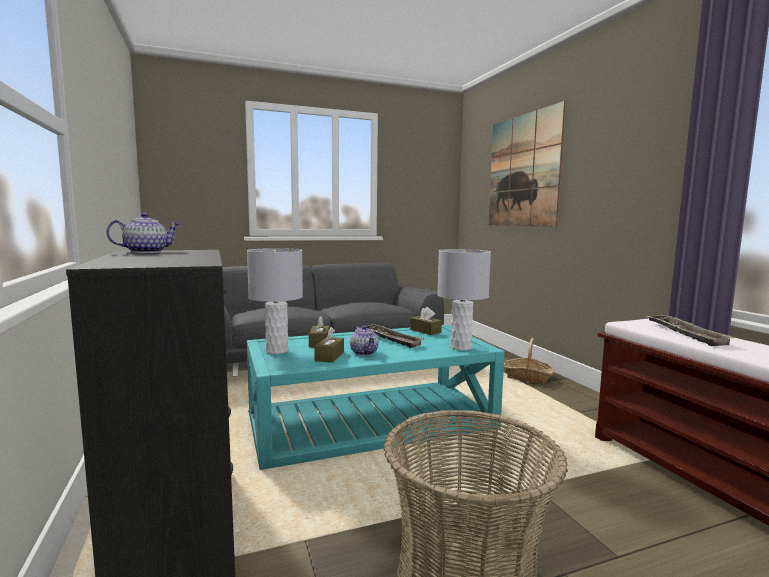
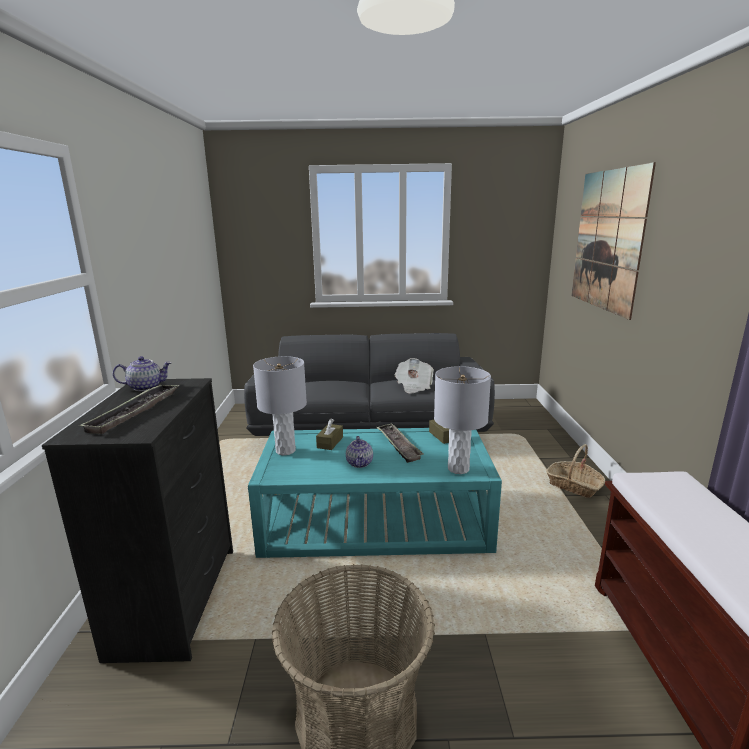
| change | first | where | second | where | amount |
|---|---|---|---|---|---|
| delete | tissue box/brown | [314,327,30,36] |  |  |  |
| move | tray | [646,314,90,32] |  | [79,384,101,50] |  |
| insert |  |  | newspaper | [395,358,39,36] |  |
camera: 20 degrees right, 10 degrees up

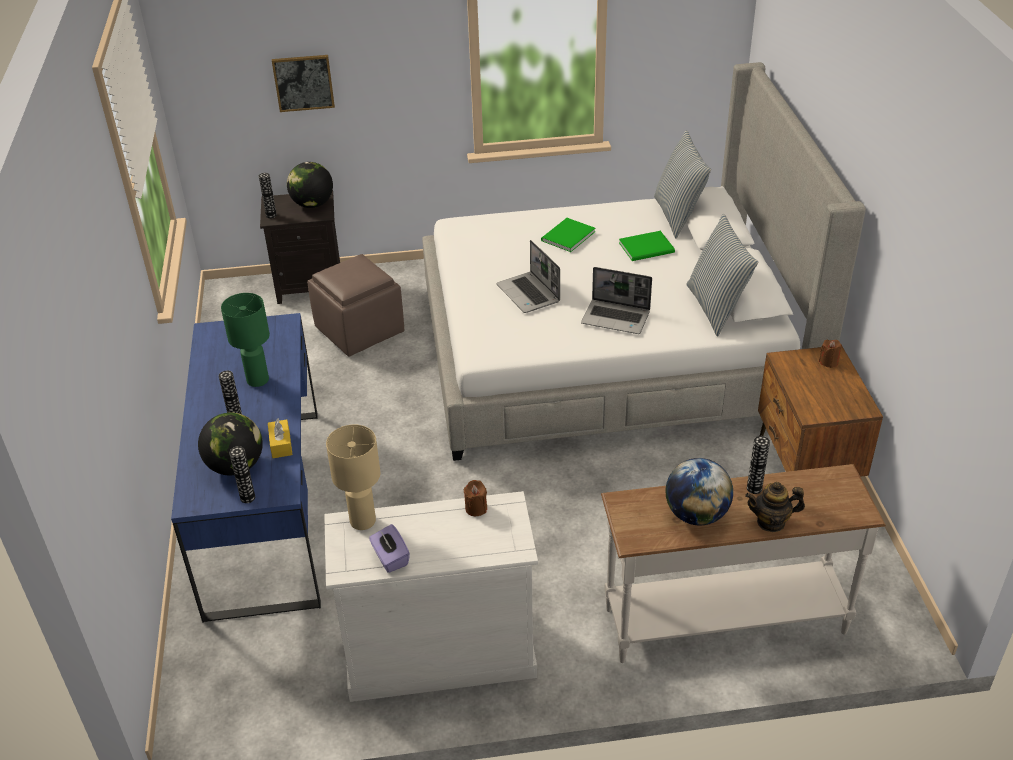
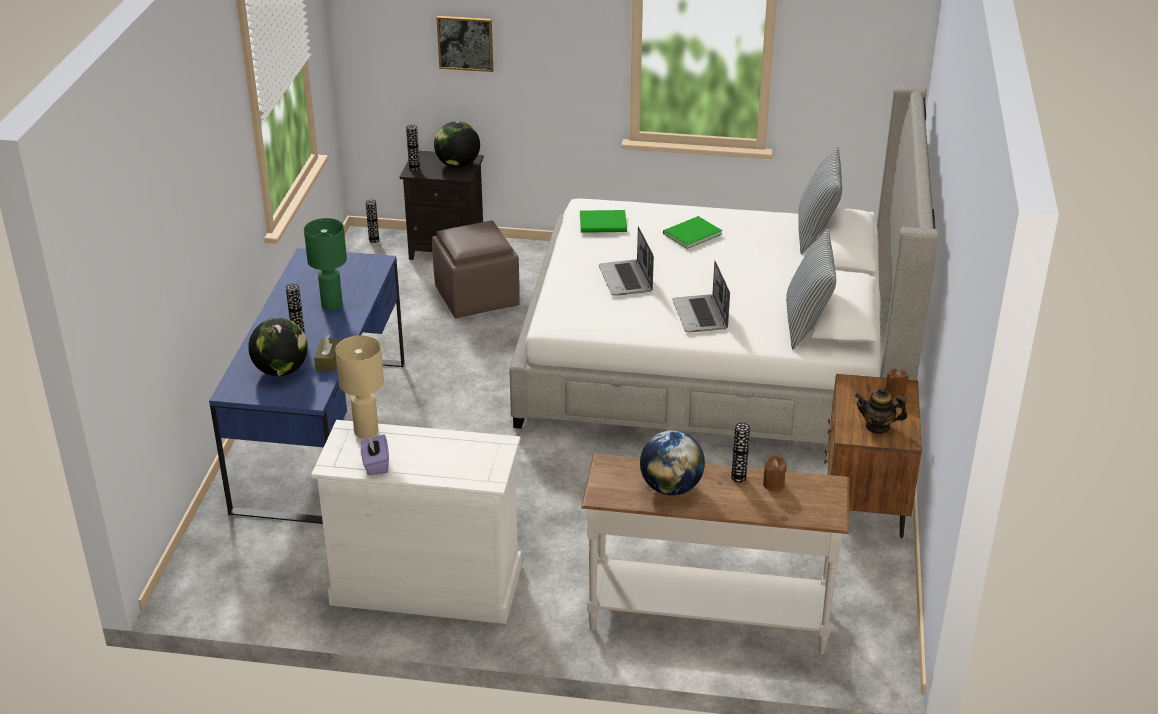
| change | first | where | second | where | amount |
|---|---|---|---|---|---|
| move | vase | [229,446,26,57] |  | [366,199,13,44] |  |
| recolor | tissue box/yellow | [268,418,24,40] | tissue box/brown | [314,335,26,36] |  |
| move | candle/brown | [464,480,23,36] |  | [763,455,24,36] |  |
| rotate | laptop | [581,267,71,67] |  | [672,261,58,71] | 45 degrees clockwise |
| move | book/green | [619,231,56,30] |  | [580,210,47,23] |  |
| move | teapot | [745,482,60,50] |  | [855,387,52,47] |  |
camera: 15 degrees right, 5 degrees down

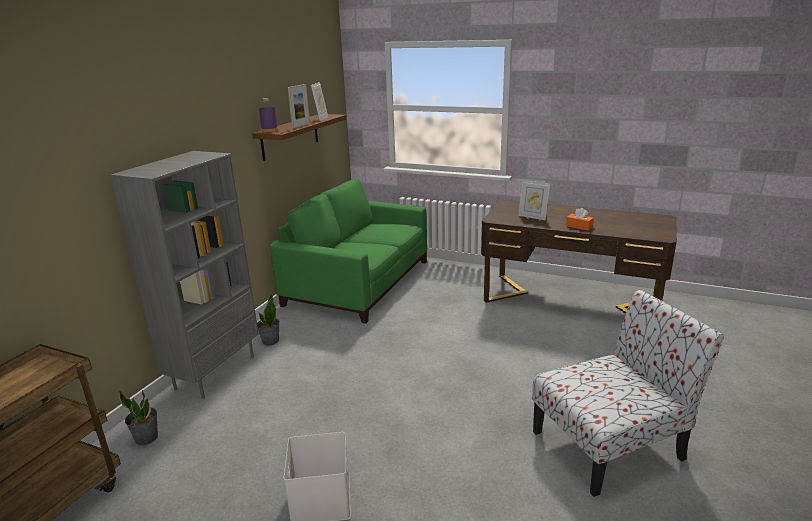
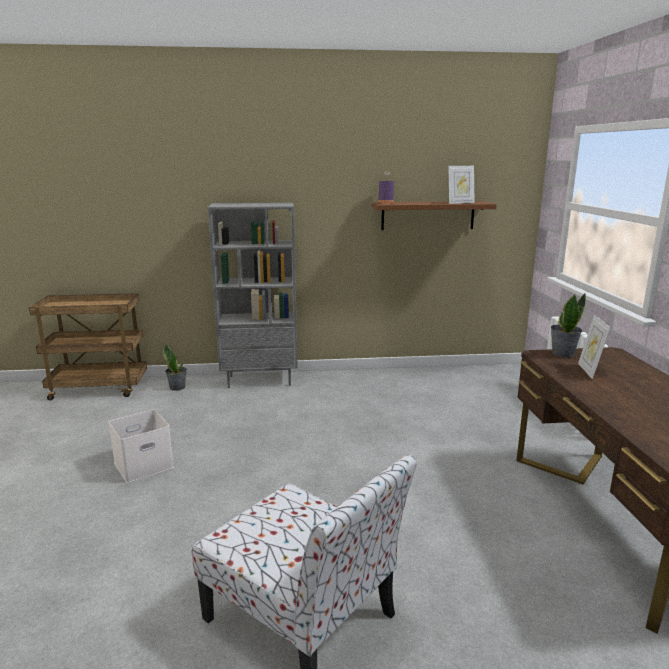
| change | first | where | second | where | amount |
|---|---|---|---|---|---|
| move | potted plant | [257,294,23,51] |  | [551,293,35,65] |  |
| delete | sofa/green | [270,179,157,145] |  |  |  |
| delete | picture frame | [288,84,22,45] |  |  |  |
| delete | tissue box/orange | [566,208,28,23] |  |  |  |
camera: 60 degrees right, 5 degrees down

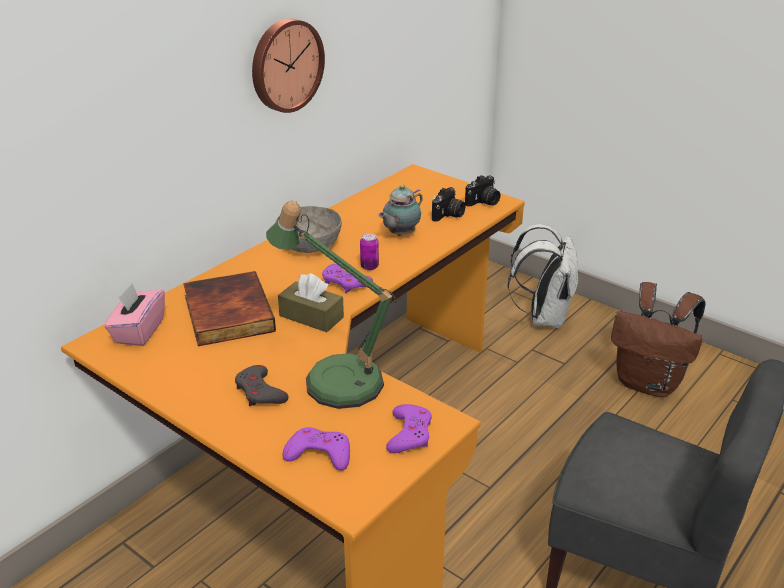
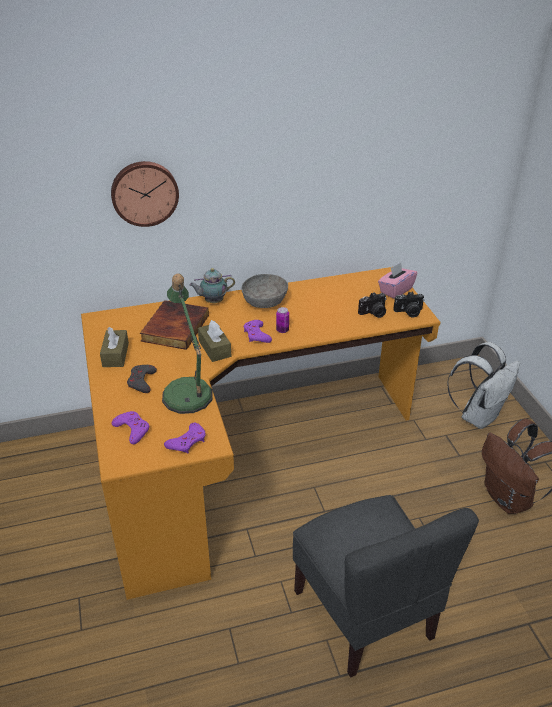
| change | first | where | second | where | amount |
|---|---|---|---|---|---|
| move | tissue box/pink | [104,283,61,63] |  | [378,263,39,36] |  |
| move | wall clock | [252,18,73,95] |  | [111,161,68,66] |  |
| move | teapot | [378,185,45,51] |  | [189,268,46,35] |  |
| insert |  |  | tissue box/brown | [100,327,29,40] |  |
camera: 35 degrees right, 5 degrees up

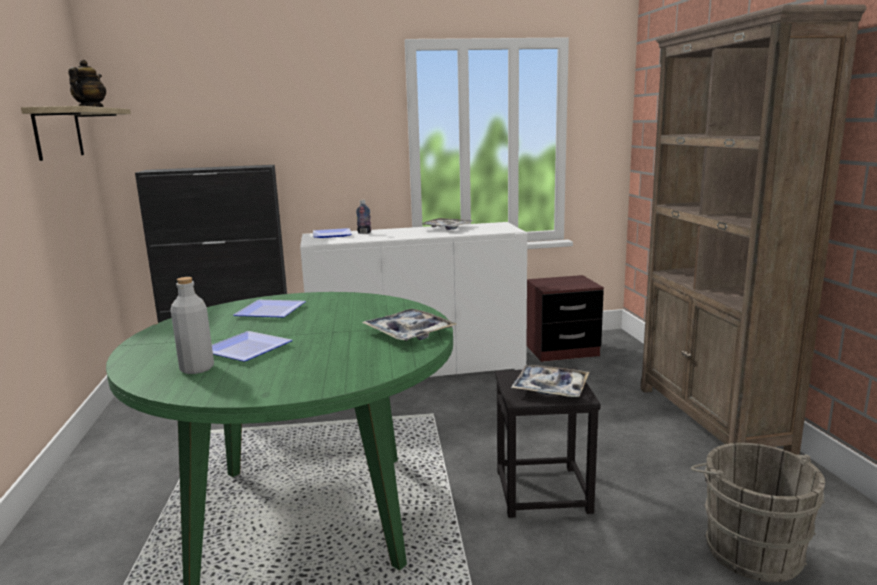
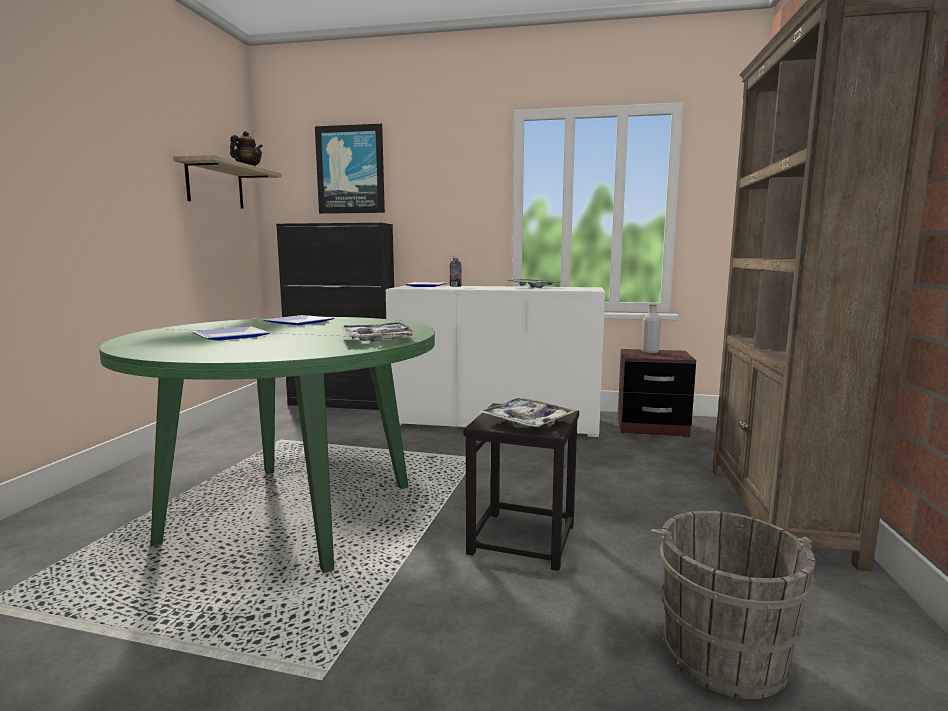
| change | first | where | second | where | amount |
|---|---|---|---|---|---|
| move | bottle/grey | [171,277,43,97] |  | [641,304,20,49] |  |
| insert |  |  | picture | [315,124,70,90] |  |
camera: 20 degrees right, 5 degrees down

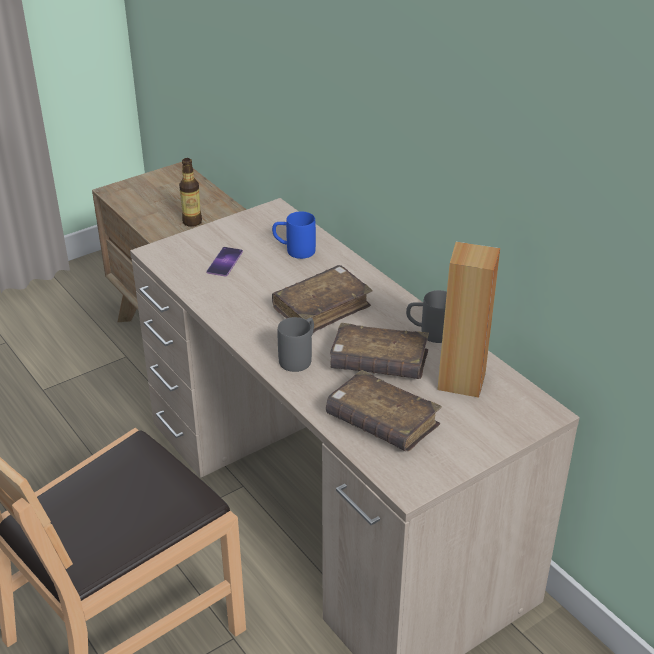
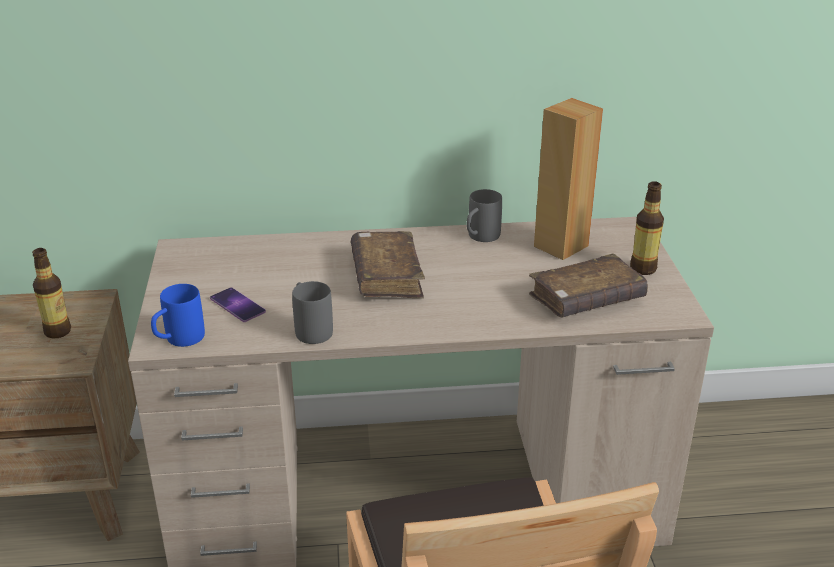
| change | first | where | second | where | amount |
|---|---|---|---|---|---|
| move | mug/blue | [272,211,44,48] |  | [151,284,54,63] |  |
| move | mug/grey | [278,317,36,55] |  | [292,281,41,63] |  |
| delete | book/brown | [330,323,99,56] |  |  |  |
| insert |  |  | bottle | [630,181,34,94] |  |
camera: 60 degrees left, 5 degrees down

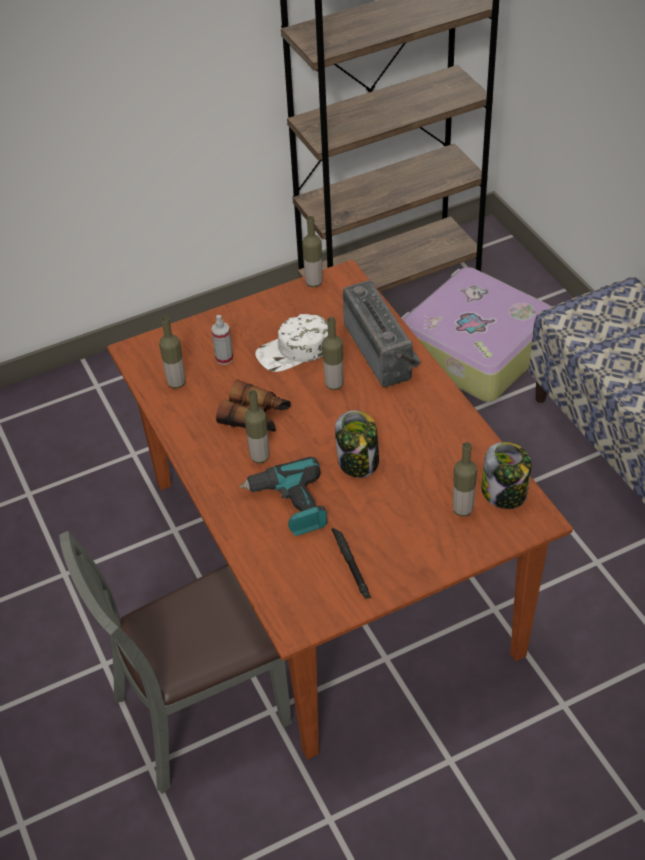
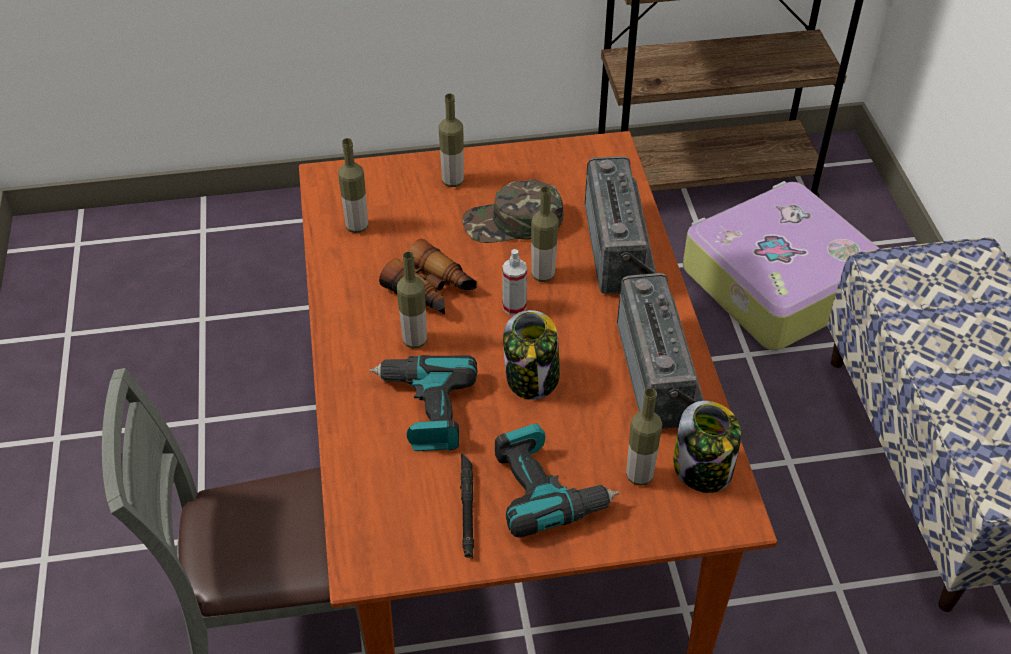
| change | first | where | second | where | amount |
|---|---|---|---|---|---|
| move | spray bottle | [211,315,22,50] |  | [502,249,25,66] |  |
| recolor | cap/white | [255,314,73,58] | cap/green | [462,179,101,64] |  |
| move | bottle | [302,216,21,71] |  | [439,93,25,94] |  |
| insert |  |  | power drill | [495,423,124,115] |  |
| insert |  |  | radio | [617,273,87,156] |  |
camera: 15 degrees right, 0 degrees up

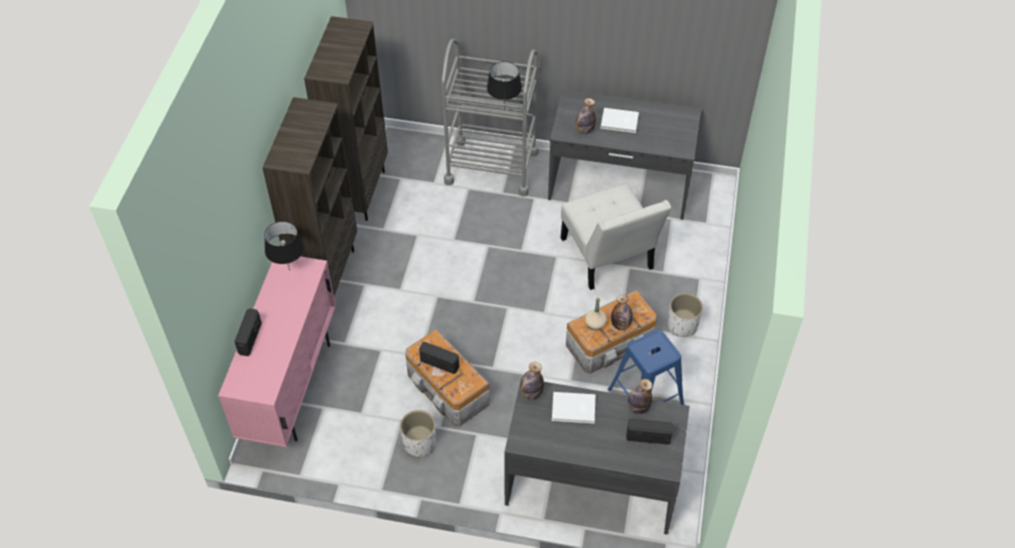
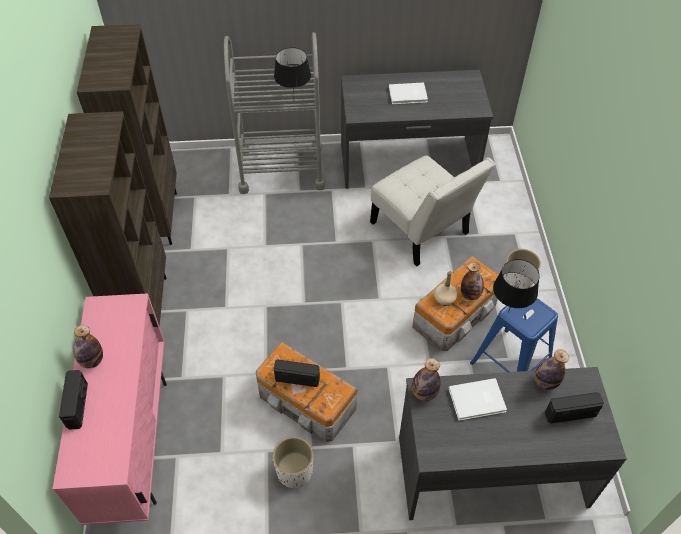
| change | first | where | second | where | amount |
|---|---|---|---|---|---|
| move | table lamp/black | [264,221,40,50] |  | [493,259,47,54] |  |
| move | bottle | [575,98,21,36] |  | [73,325,30,43] |  |
camera: 15 degrees left, 0 degrees up

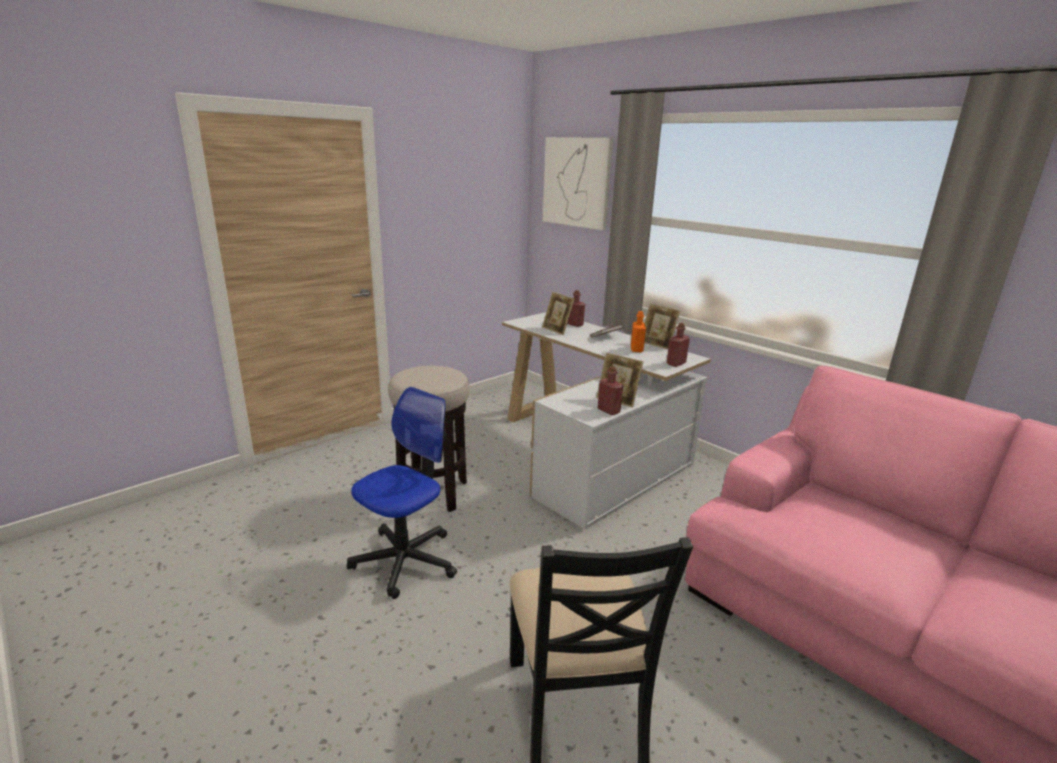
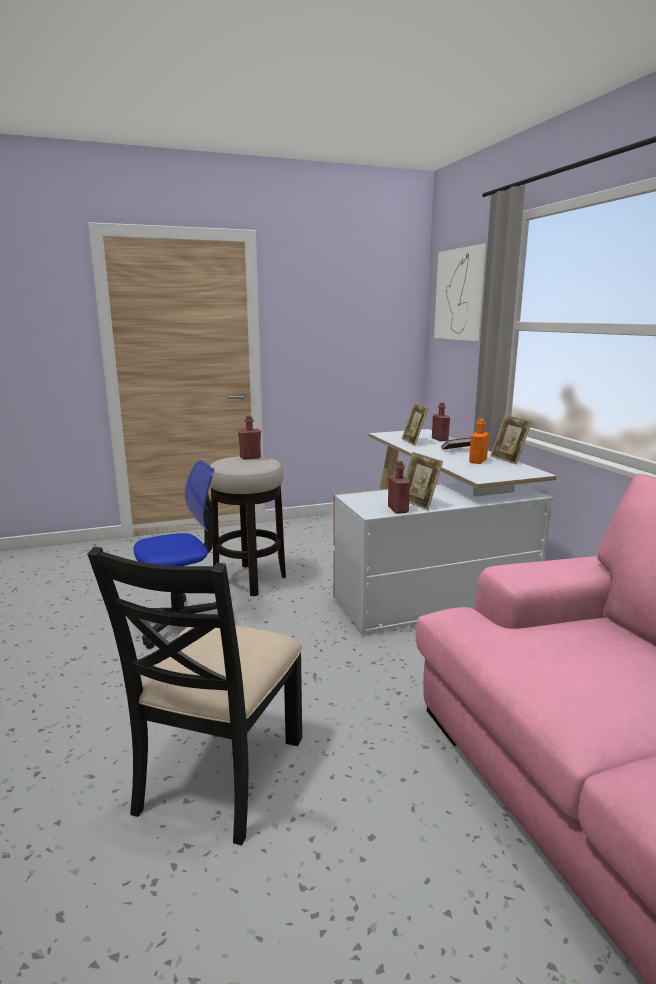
| change | first | where | second | where | amount |
|---|---|---|---|---|---|
| move | bottle/red | [667,323,23,44] |  | [238,416,23,44] |  |
camera: 25 degrees right, 5 degrees down

